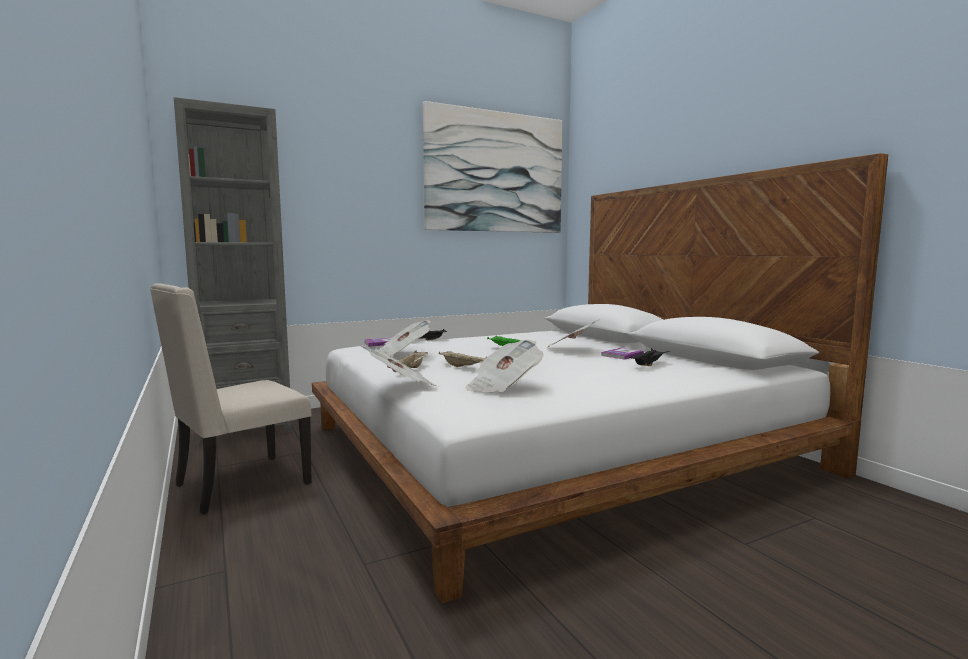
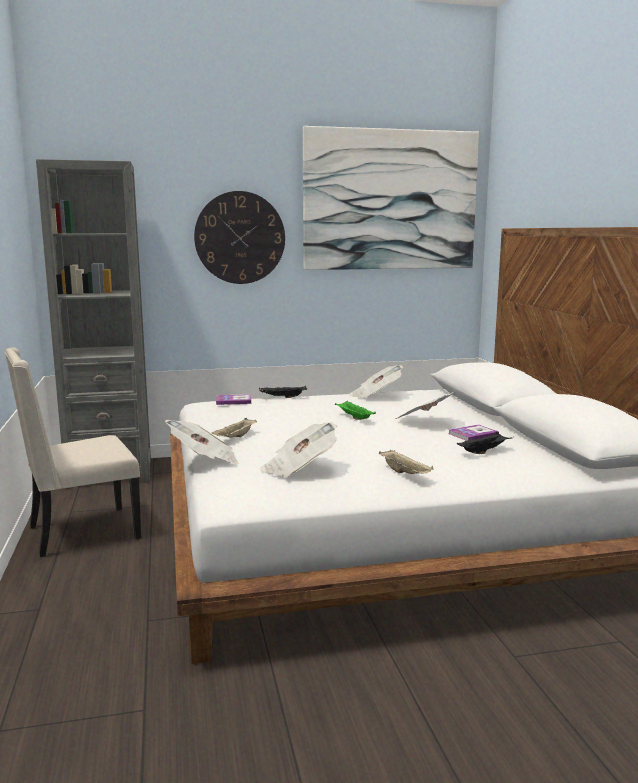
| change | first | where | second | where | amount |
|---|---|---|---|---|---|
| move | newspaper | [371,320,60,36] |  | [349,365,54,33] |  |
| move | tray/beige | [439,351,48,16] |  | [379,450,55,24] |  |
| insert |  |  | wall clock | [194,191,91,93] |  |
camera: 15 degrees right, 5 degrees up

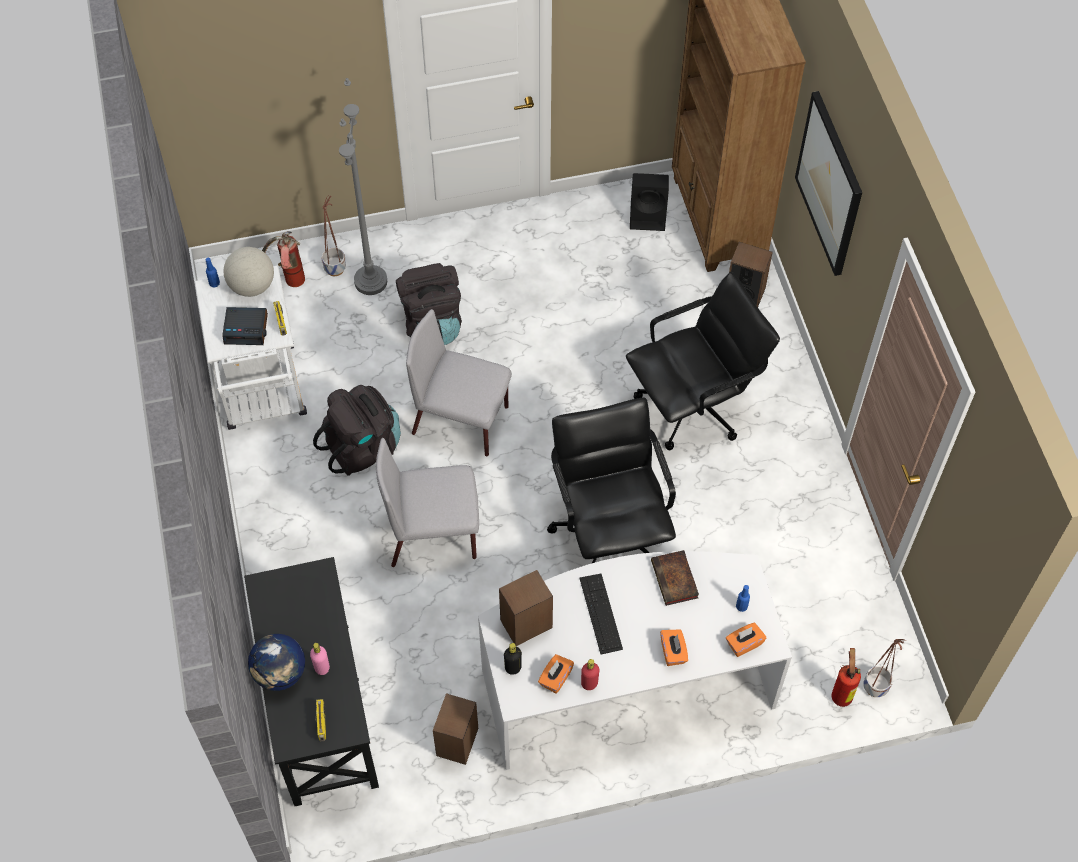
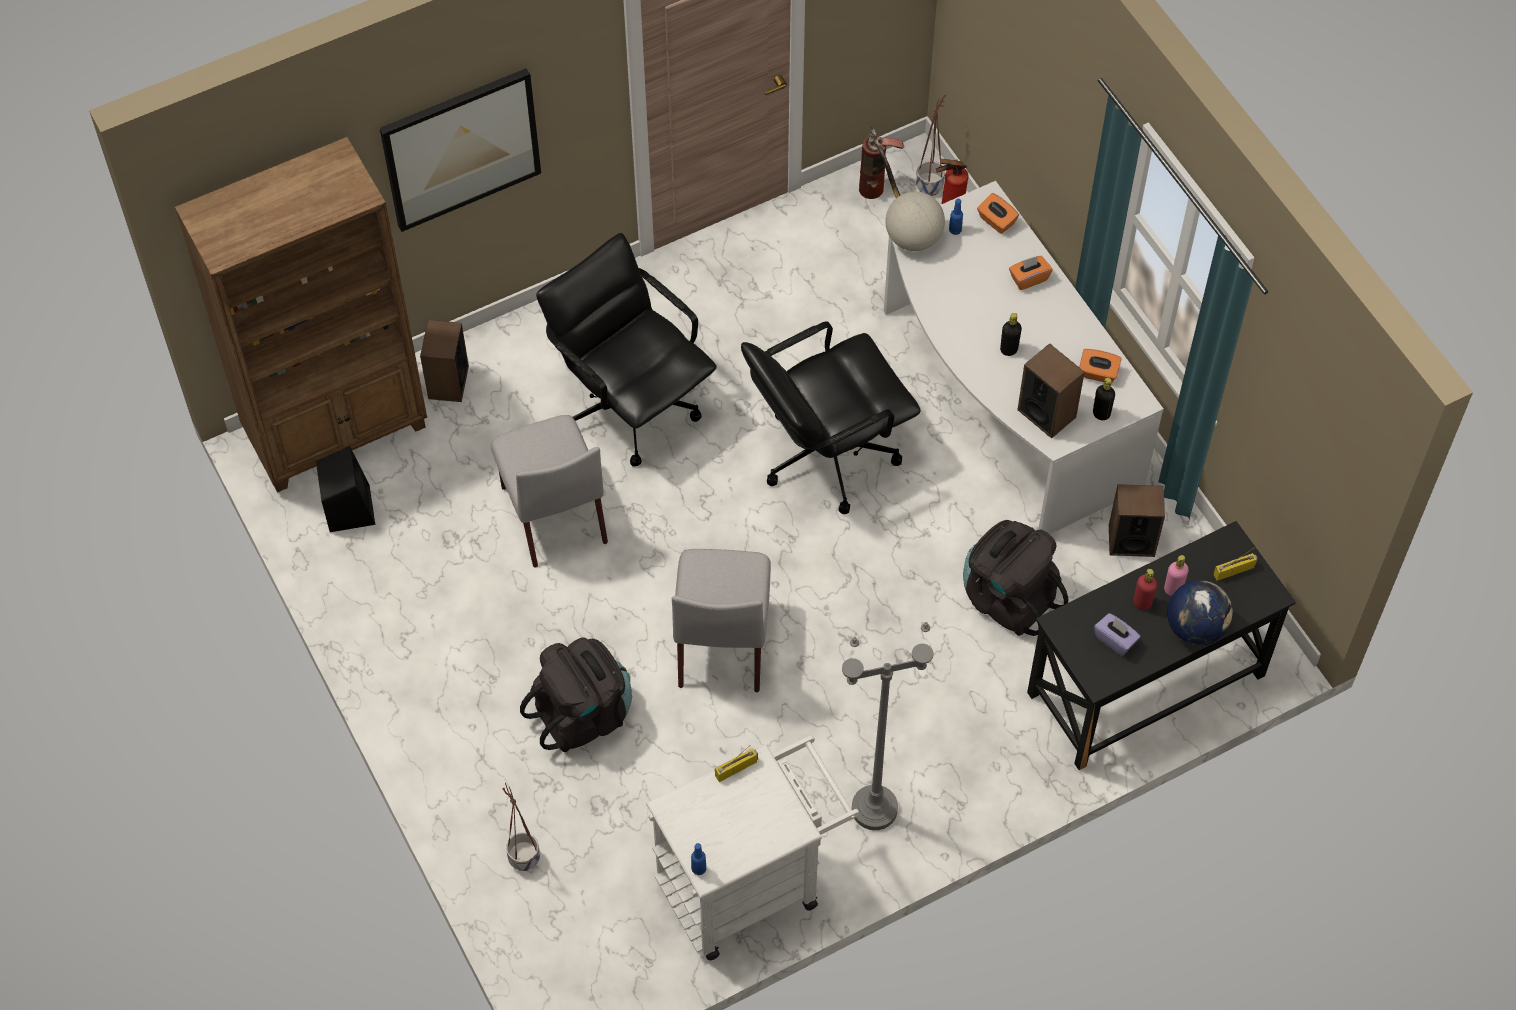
| change | first | where | second | where | amount |
|---|---|---|---|---|---|
| delete | alarm clock | [222,307,46,38] |  |  |  |
| move | globe | [224,247,50,50] |  | [885,191,60,60] |  |
| move | fire extinguisher | [262,231,43,56] |  | [859,127,45,72] |  |
| move | backpack/black | [313,385,88,91] |  | [963,520,105,116] |  |
| move | floor lamp/grey | [339,78,48,217] |  | [842,622,92,208] |  |
| move | chair/grey | [376,438,103,129] |  | [491,415,117,153] |  |
| replace | keyboard | [580,574,43,80] | bottle/black | [1000,313,22,43] |  |
| move | bottle/red | [581,659,18,31] |  | [1134,569,23,41] |  |
| delete | book | [651,550,48,56] |  |  |  |
| insert |  |  | tissue box/purple | [1094,613,46,43] |  |
camera: 105 degrees left, 0 degrees up

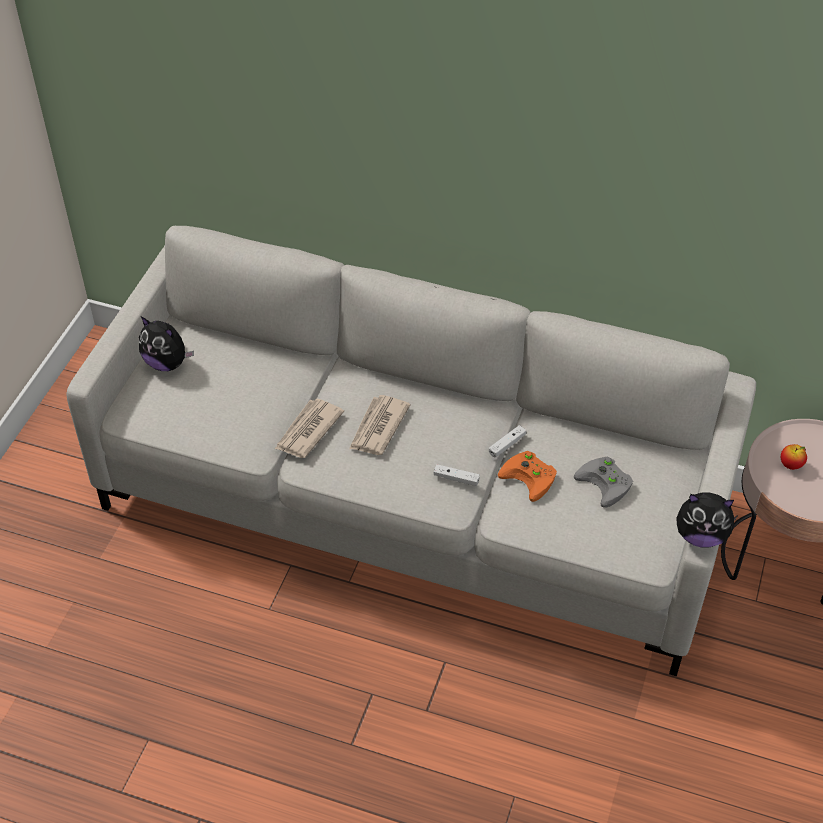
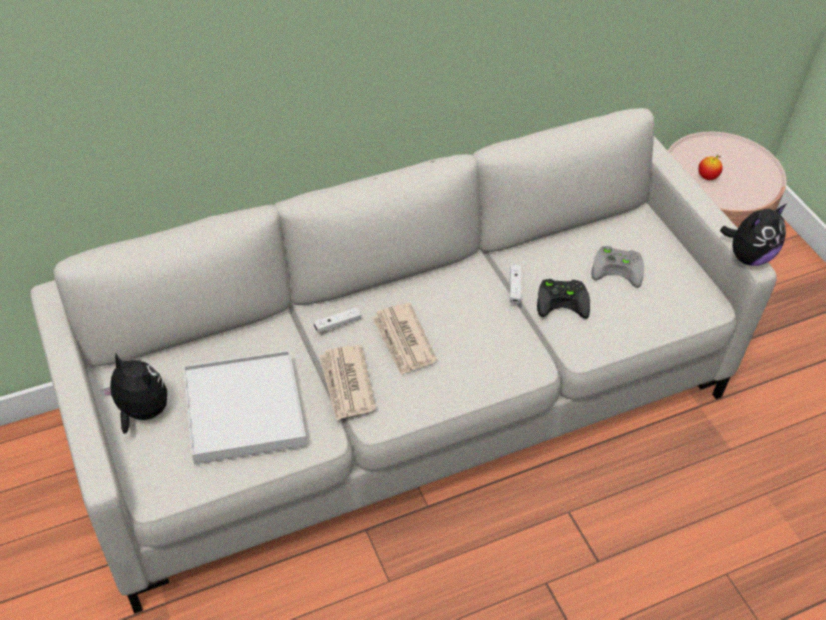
| change | first | where | second | where | amount |
|---|---|---|---|---|---|
| rotate | plush toy | [139,316,55,55] |  | [101,352,66,82] | 135 degrees counterclockwise |
| move | game controller/white | [434,464,46,22] |  | [314,307,47,26] |  |
| recolor | game controller/orange | [498,451,59,51] | game controller/black | [537,279,53,40] |  |
| insert |  |  | tray/white | [183,350,123,114] |  |
camera: 45 degrees left, 0 degrees up

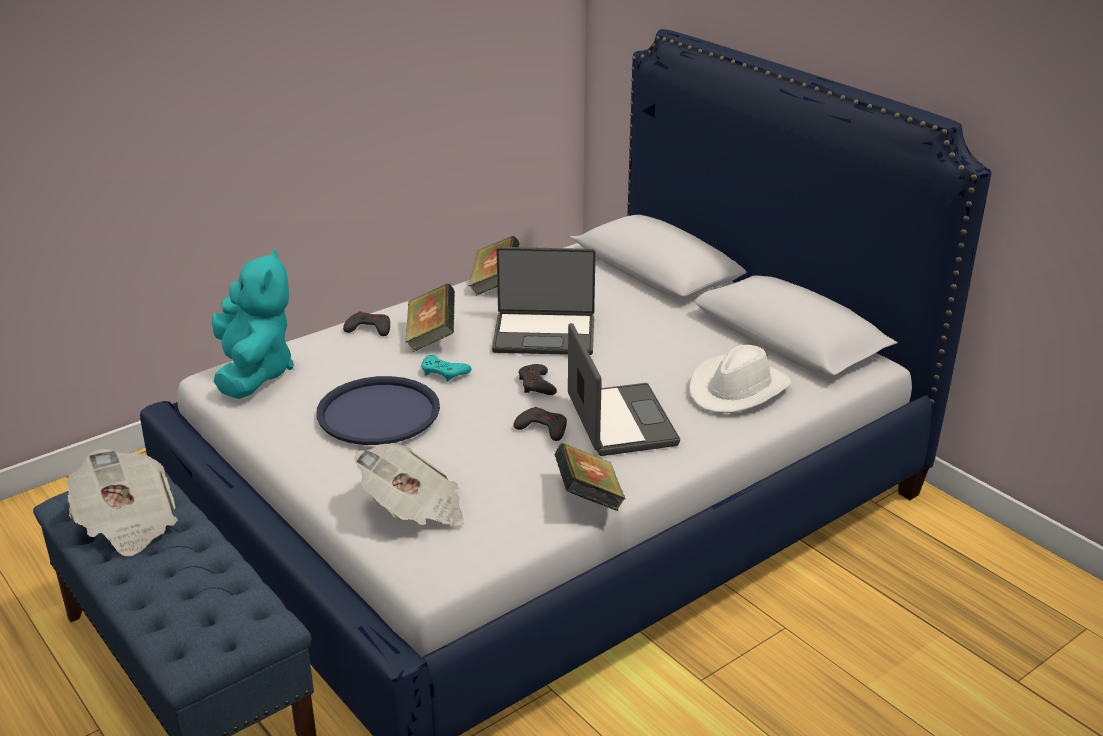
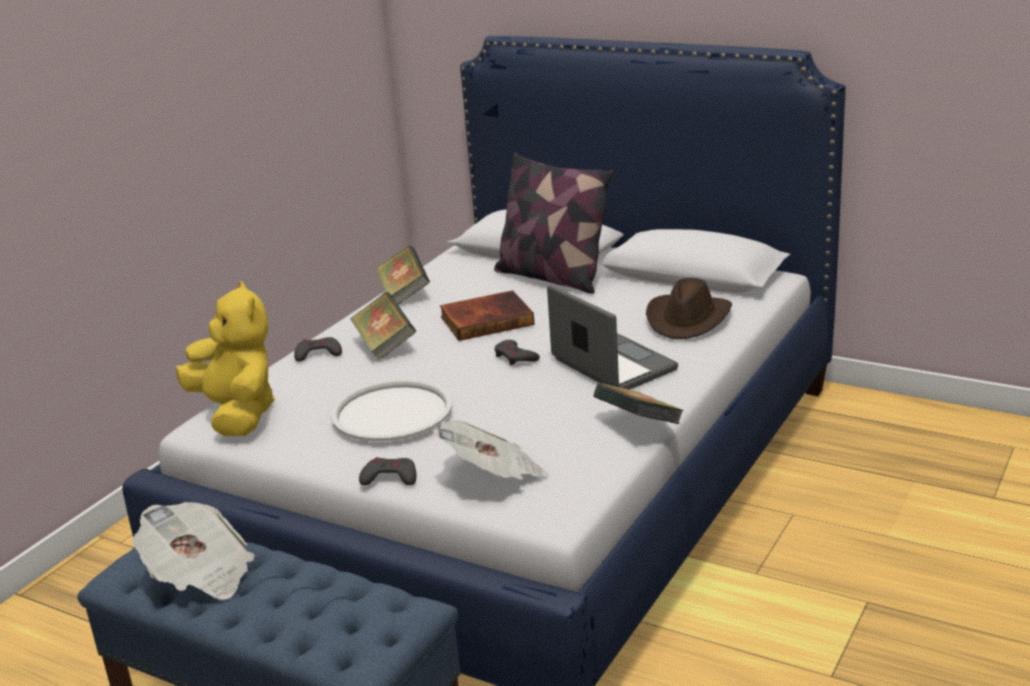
| change | first | where | second | where | amount |
|---|---|---|---|---|---|
| recolor | plush toy/turquoise | [212,249,82,150] | plush toy/yellow | [176,281,99,155] |  |
| recolor | tray/blue | [316,376,124,69] | tray/white | [331,379,121,63] |  |
| delete | game controller/turquoise | [421,355,50,27] |  |  |  |
| replace | laptop | [492,247,104,108] | book | [440,290,95,51] |  |
| move | game controller/grey | [513,407,54,34] |  | [359,457,57,28] |  |
| recolor | hat/white | [689,345,102,68] | hat/brown | [646,278,86,61] |  |
| insert |  |  | pillow | [494,153,119,141] |  |
camera: 20 degrees left, 5 degrees down

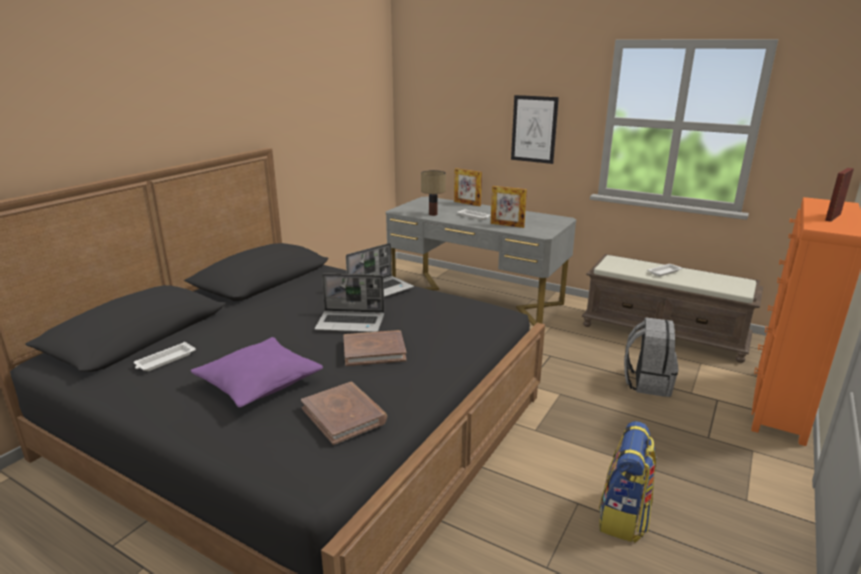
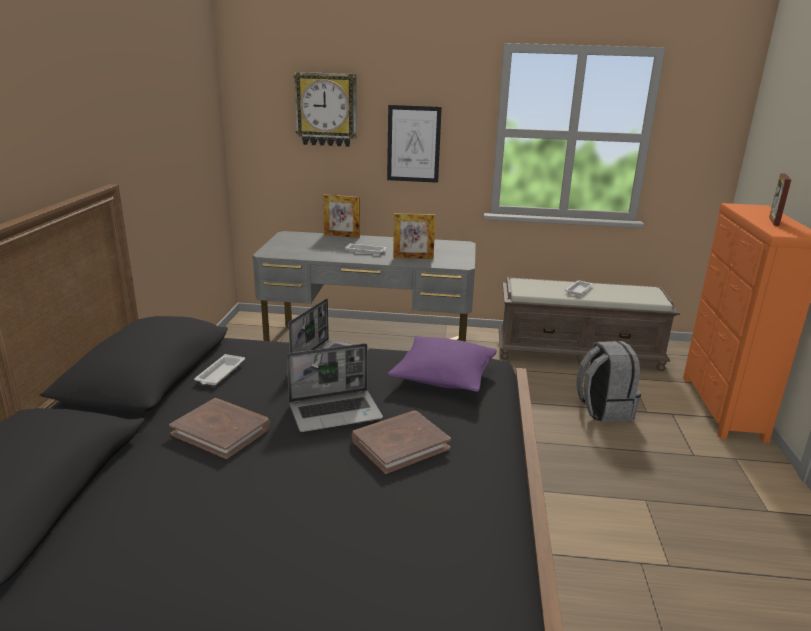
| change | first | where | second | where | amount |
|---|---|---|---|---|---|
| move | tray/white | [134,342,62,29] |  | [194,354,51,31] |  |
| move | pillow/purple | [191,337,132,71] |  | [388,336,109,56] |  |
| move | book/brown | [301,382,86,63] |  | [169,398,101,61] |  |
| delete | table lamp | [421,170,25,46] |  |  |  |
| delete | backpack | [599,421,58,122] |  |  |  |
| insert |  |  | wall clock | [294,72,63,75] |  |
camera: 25 degrees left, 0 degrees up

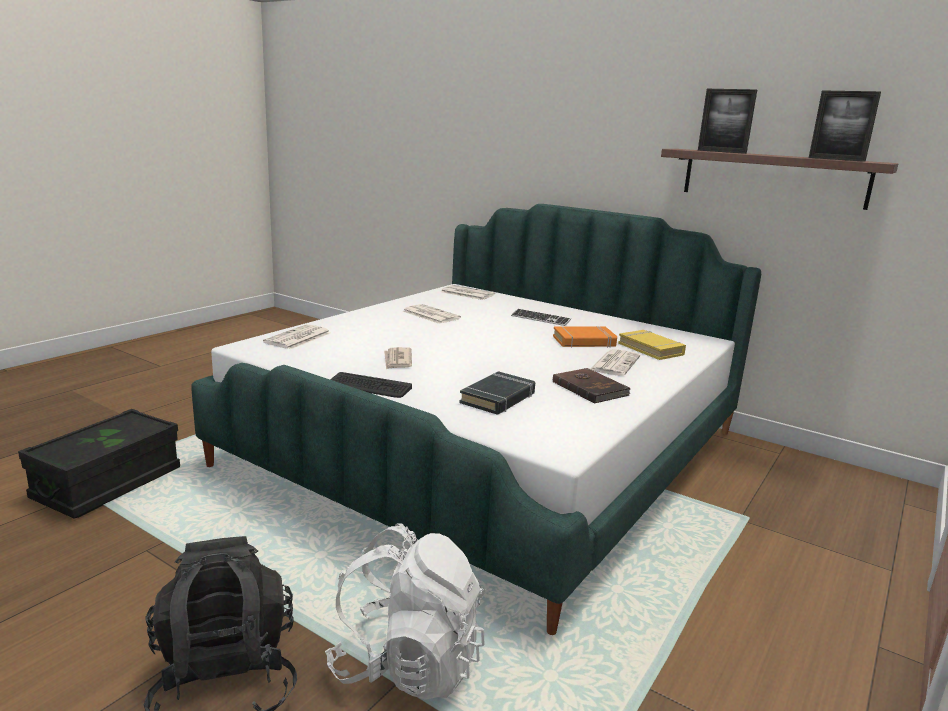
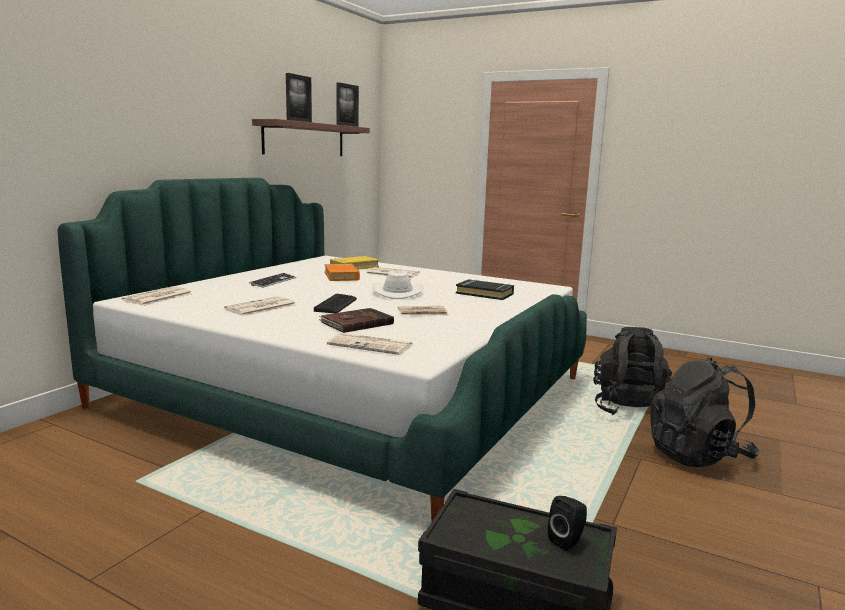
| change | first | where | second | where | amount |
|---|---|---|---|---|---|
| recolor | backpack/white | [325,524,160,176] | backpack/black | [593,327,79,88] |  |
| move | keyboard | [330,372,82,26] |  | [314,294,43,19] |  |
| move | book/brown | [553,368,78,36] |  | [319,308,75,25] |  |
| insert |  |  | hat/white | [372,270,52,29] |  |
| insert |  |  | speaker/black | [548,496,39,55] |  |
camera: 95 degrees left, 5 degrees down

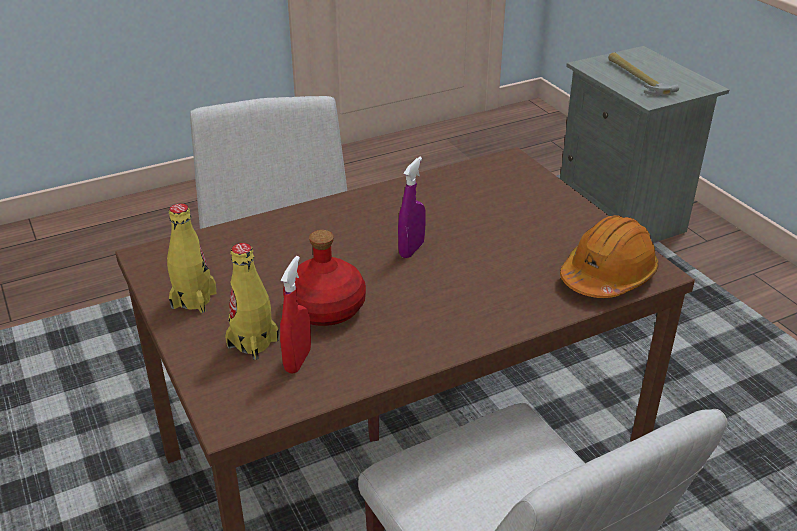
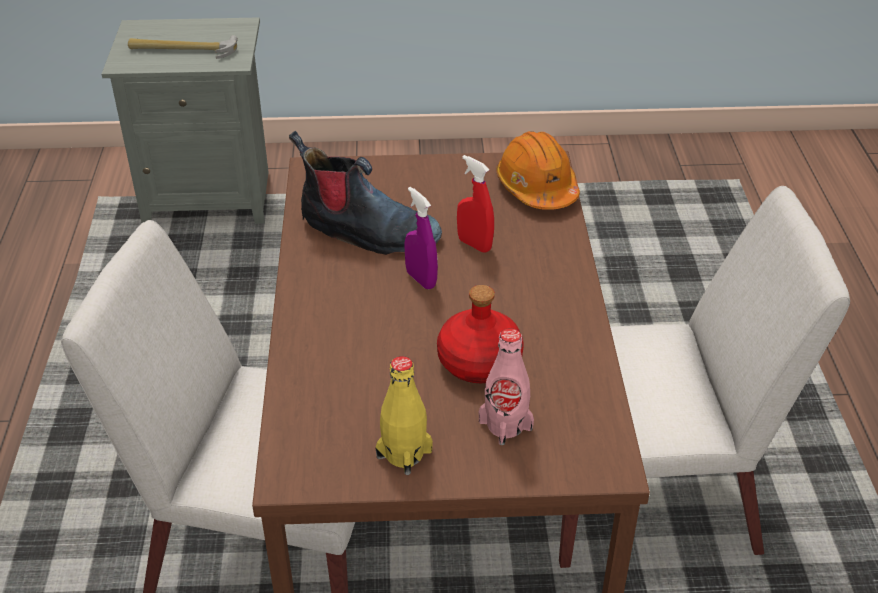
| change | first | where | second | where | amount |
|---|---|---|---|---|---|
| recolor | bottle/yellow | [225,243,54,117] | bottle/pink | [479,328,55,117] |  |
| move | spray bottle/red | [280,256,31,118] |  | [457,155,37,98] |  |
| insert |  |  | boot | [289,131,153,124] |  |
camera: 65 degrees left, 5 degrees up

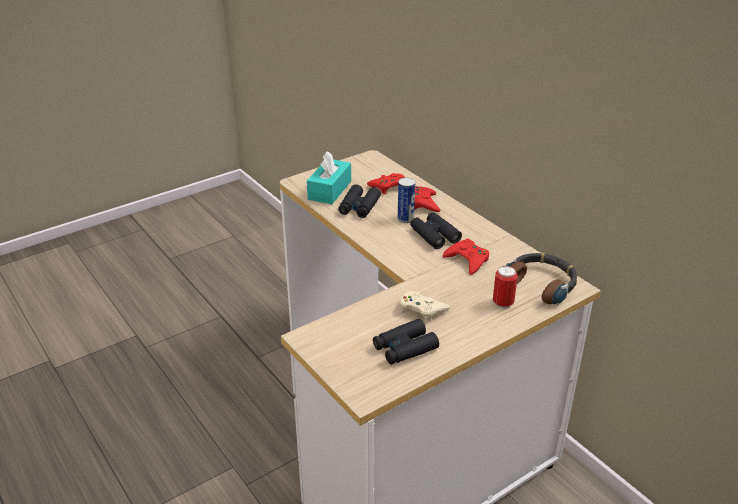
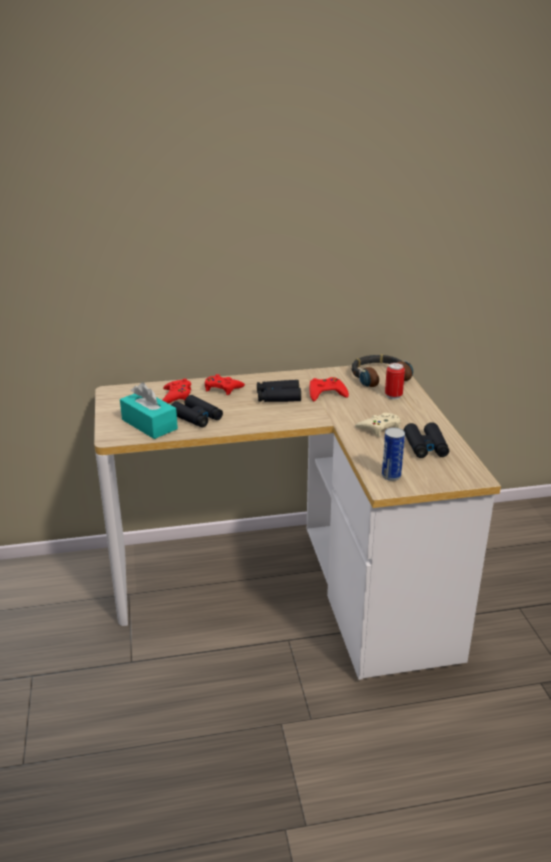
| change | first | where | second | where | amount |
|---|---|---|---|---|---|
| move | can | [398,177,17,46] |  | [382,428,23,53] |  |
camera: 65 degrees left, 5 degrees down

